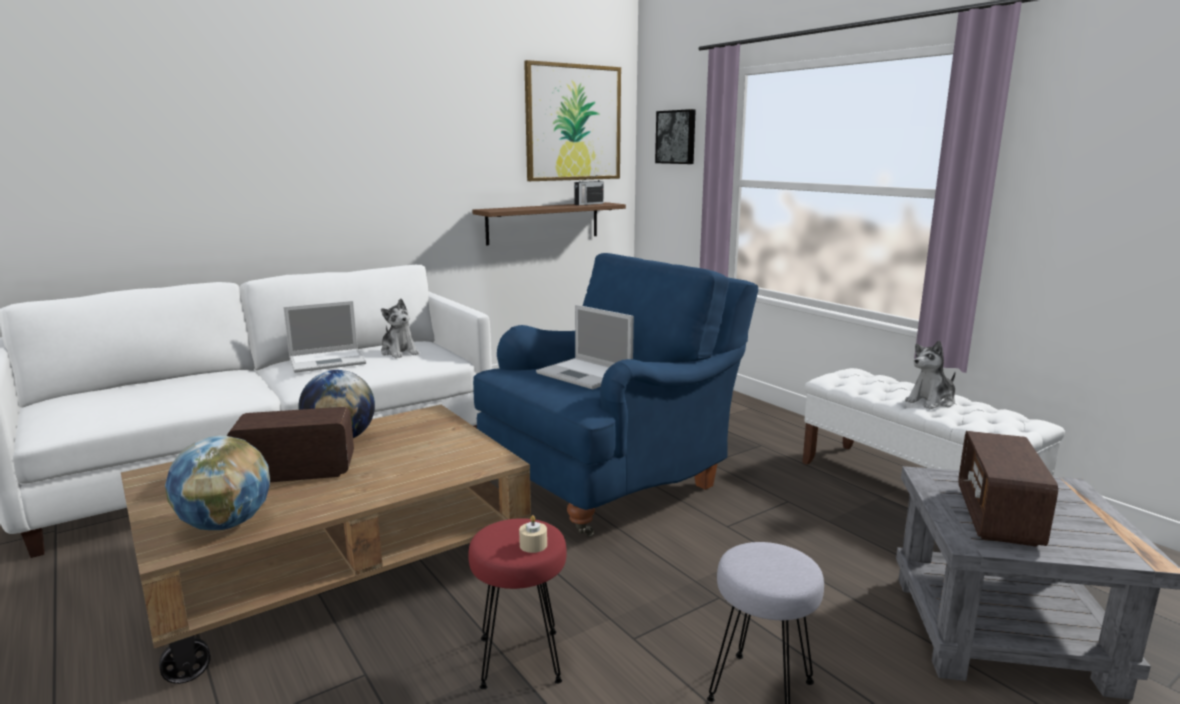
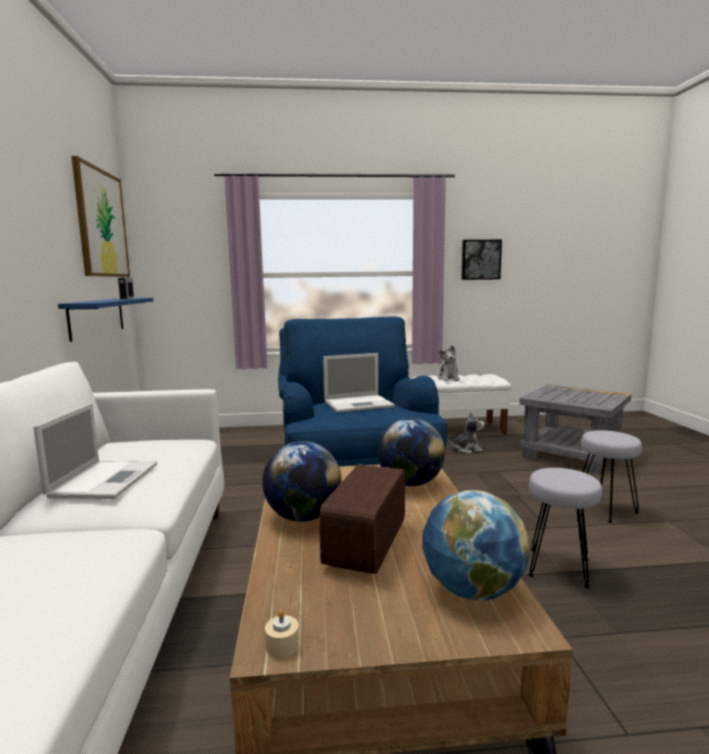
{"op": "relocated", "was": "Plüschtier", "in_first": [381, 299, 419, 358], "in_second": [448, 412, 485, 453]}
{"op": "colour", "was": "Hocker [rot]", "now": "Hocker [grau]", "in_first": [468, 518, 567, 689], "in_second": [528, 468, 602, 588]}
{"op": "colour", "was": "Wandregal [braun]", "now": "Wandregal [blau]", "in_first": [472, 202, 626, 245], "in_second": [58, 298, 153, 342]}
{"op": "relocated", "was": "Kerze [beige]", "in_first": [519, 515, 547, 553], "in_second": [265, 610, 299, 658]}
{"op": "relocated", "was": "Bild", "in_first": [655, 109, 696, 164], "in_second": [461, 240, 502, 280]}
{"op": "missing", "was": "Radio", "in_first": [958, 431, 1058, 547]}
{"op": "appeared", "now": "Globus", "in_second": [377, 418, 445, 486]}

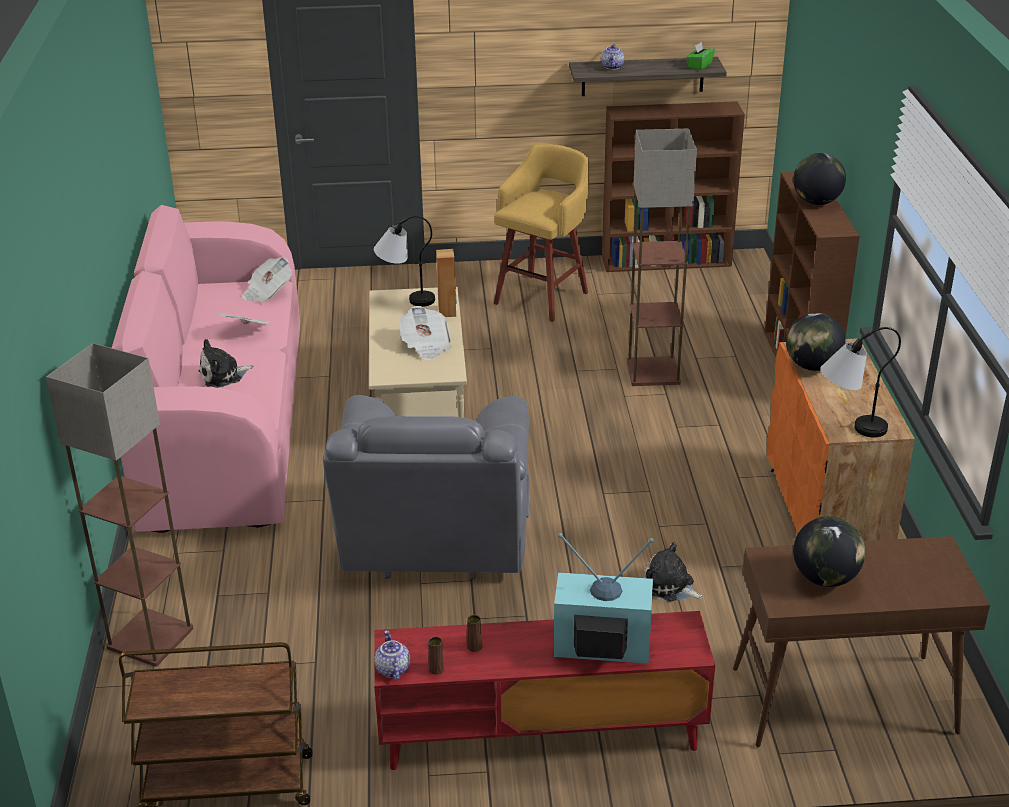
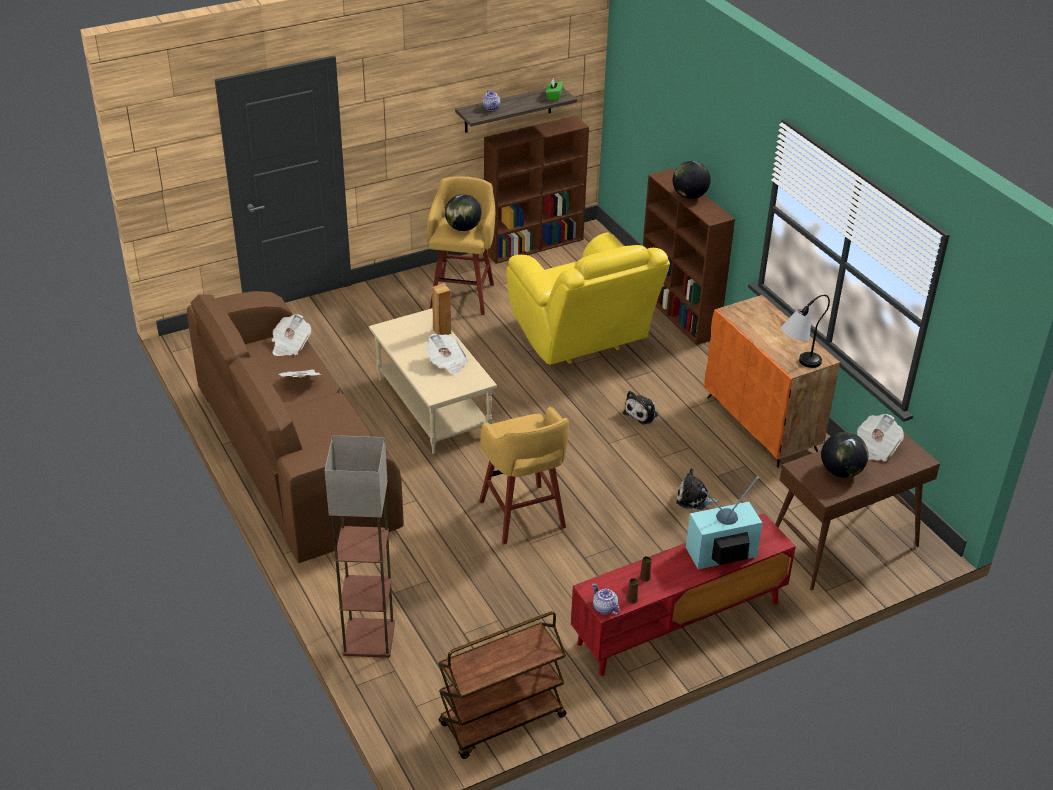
{"op": "colour", "was": "Sofa [rosa]", "now": "Sofa [braun]", "in_first": [112, 205, 300, 533], "in_second": [187, 291, 404, 563]}
{"op": "relocated", "was": "Plüschtier", "in_first": [199, 339, 254, 388], "in_second": [623, 391, 658, 424]}
{"op": "exchanged", "was": "Sessel [grau]", "now": "Hocker [gelb]", "in_first": [323, 395, 530, 580], "in_second": [479, 407, 569, 545]}
{"op": "missing", "was": "Tischlampe", "in_first": [374, 216, 435, 307]}
{"op": "exchanged", "was": "Stehlampe", "now": "Sessel [gelb]", "in_first": [627, 129, 697, 386], "in_second": [506, 233, 670, 365]}
{"op": "relocated", "was": "Globus", "in_first": [786, 313, 846, 371], "in_second": [445, 194, 482, 231]}
{"op": "appeared", "now": "Zeitung", "in_second": [857, 414, 904, 461]}

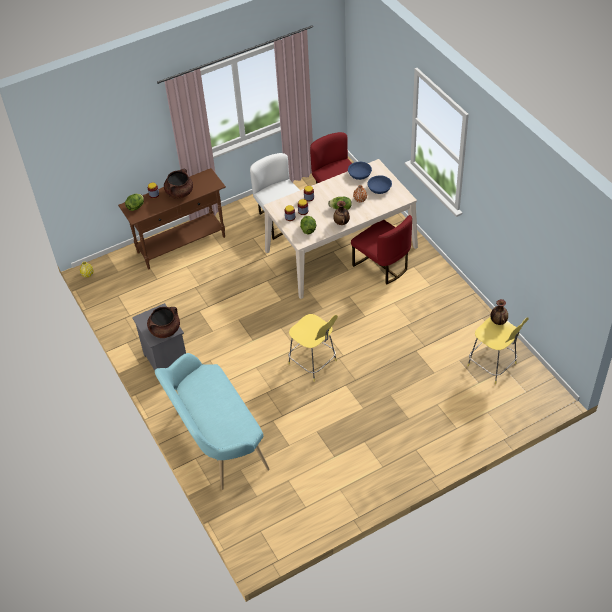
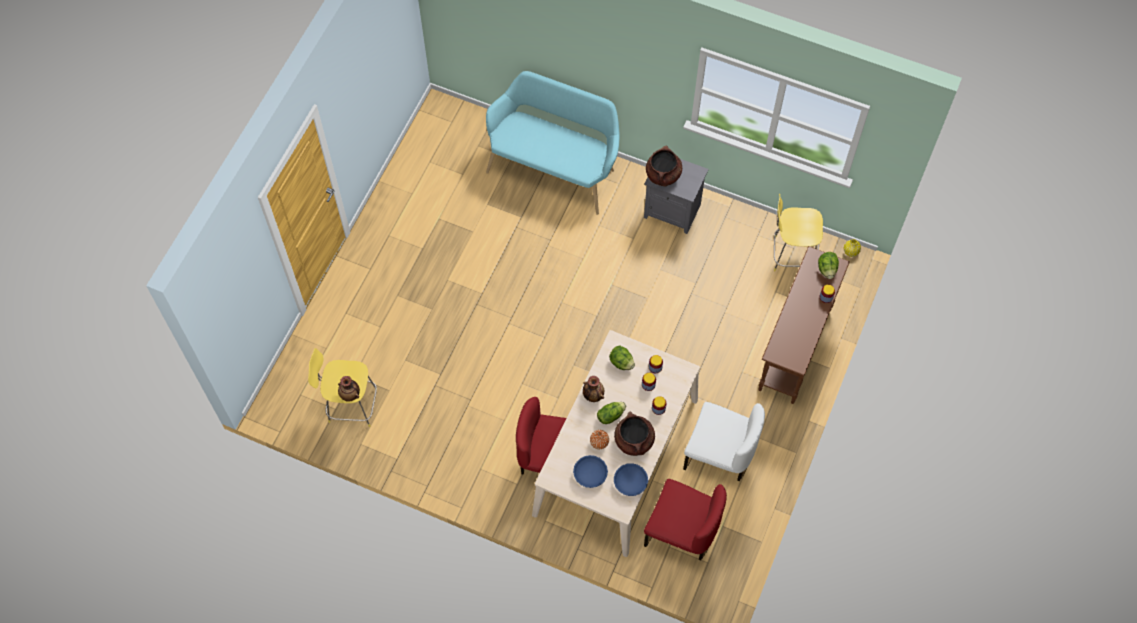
{"op": "relocated", "was": "Kochtopf [braun]", "in_first": [164, 169, 193, 199], "in_second": [614, 412, 655, 456]}
{"op": "relocated", "was": "Hocker [gelb]", "in_first": [288, 314, 338, 382], "in_second": [774, 194, 823, 271]}

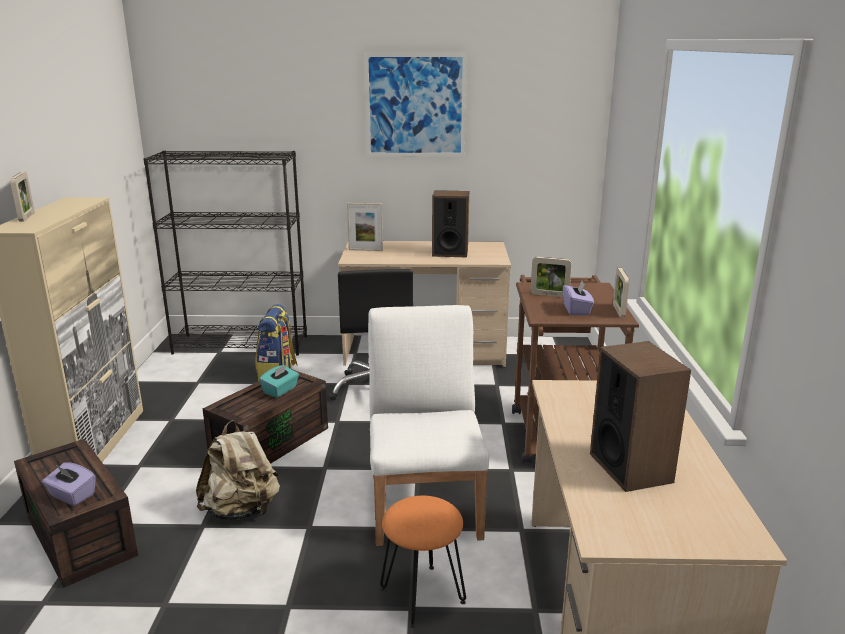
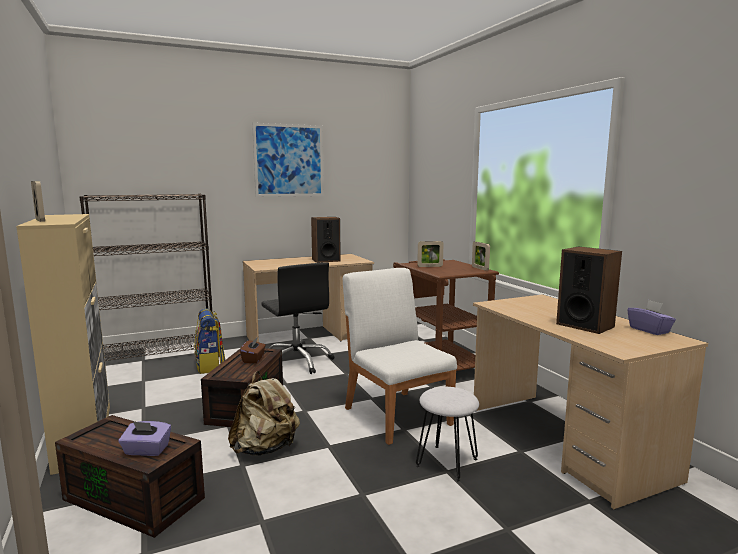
{"op": "colour", "was": "Taschentuchbox [türkis]", "now": "Taschentuchbox [braun]", "in_first": [259, 364, 299, 398], "in_second": [240, 337, 266, 363]}
{"op": "missing", "was": "Bilderrahmen", "in_first": [347, 203, 383, 251]}
{"op": "colour", "was": "Hocker [orange]", "now": "Hocker [weiß]", "in_first": [380, 496, 466, 628], "in_second": [416, 387, 479, 481]}
{"op": "relocated", "was": "Taschentuchbox [lila]", "in_first": [563, 281, 594, 316], "in_second": [628, 300, 676, 335]}

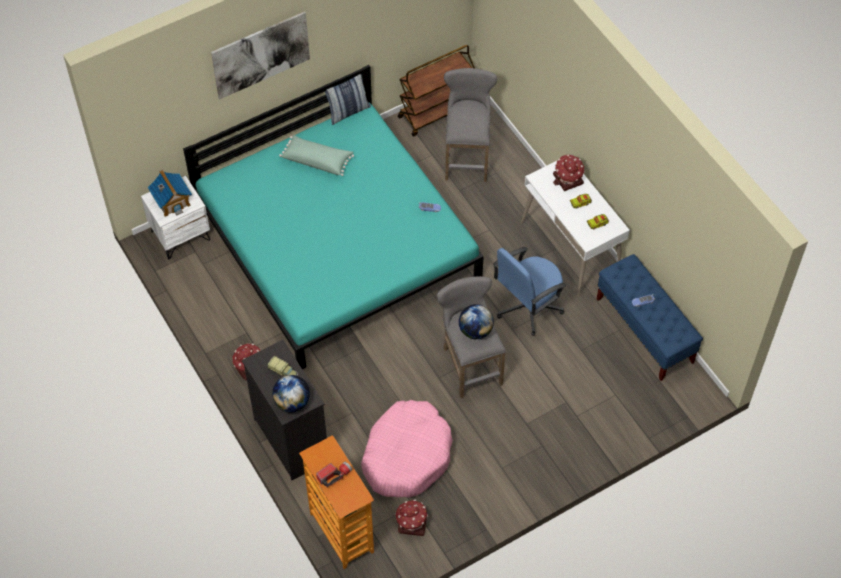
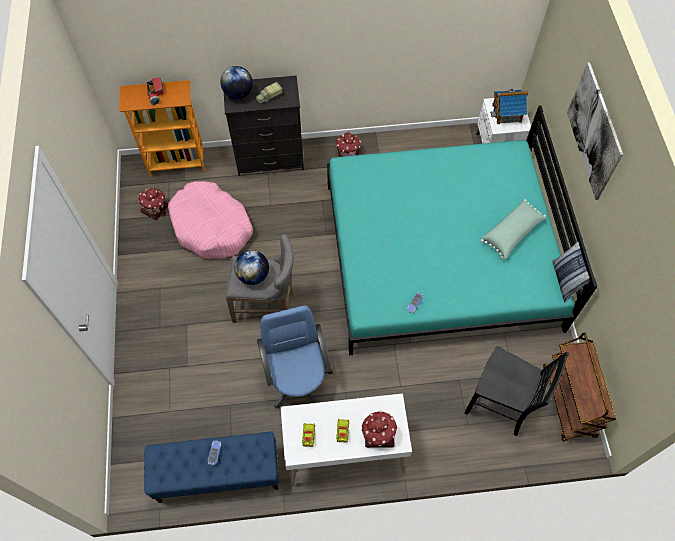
{"op": "exchanged", "was": "Hocker [grau]", "now": "Stuhl [schwarz]", "in_first": [444, 68, 497, 182], "in_second": [464, 346, 569, 436]}

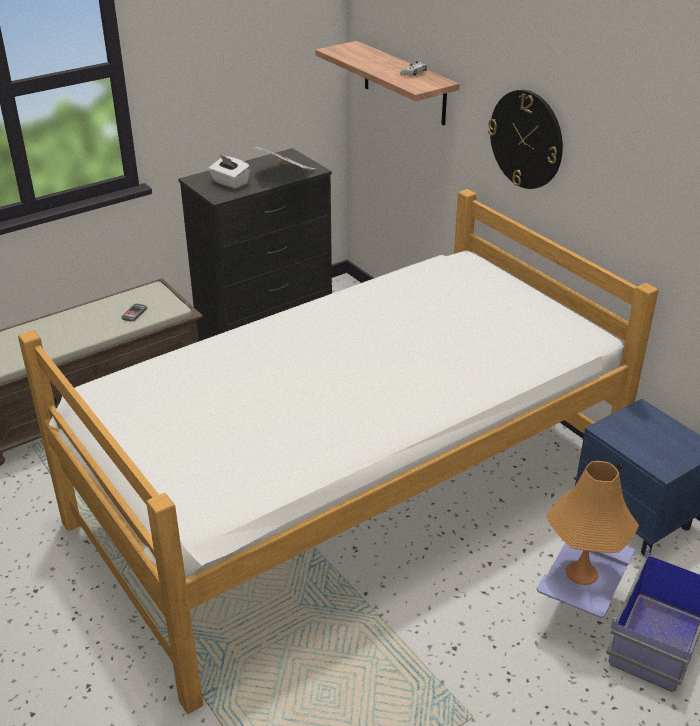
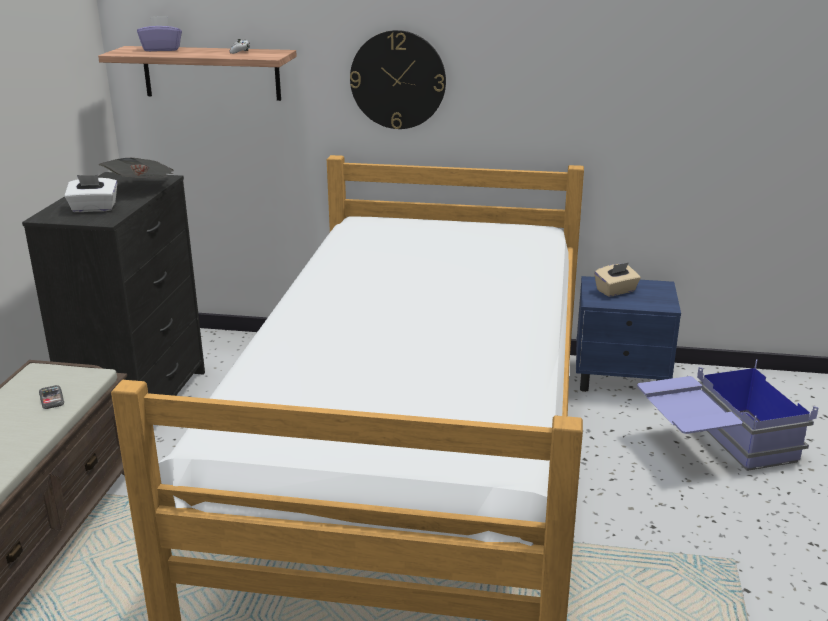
{"op": "missing", "was": "Tischlampe [orange]", "in_first": [546, 461, 639, 585]}
{"op": "appeared", "now": "Taschentuchbox [lila]", "in_second": [137, 16, 182, 51]}
{"op": "appeared", "now": "Taschentuchbox [beige]", "in_second": [594, 263, 641, 297]}

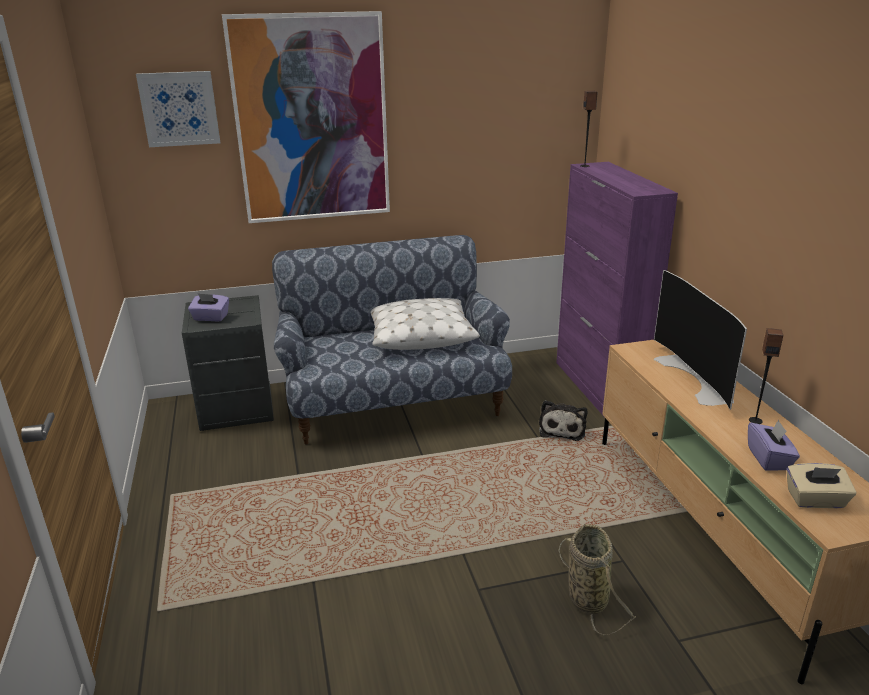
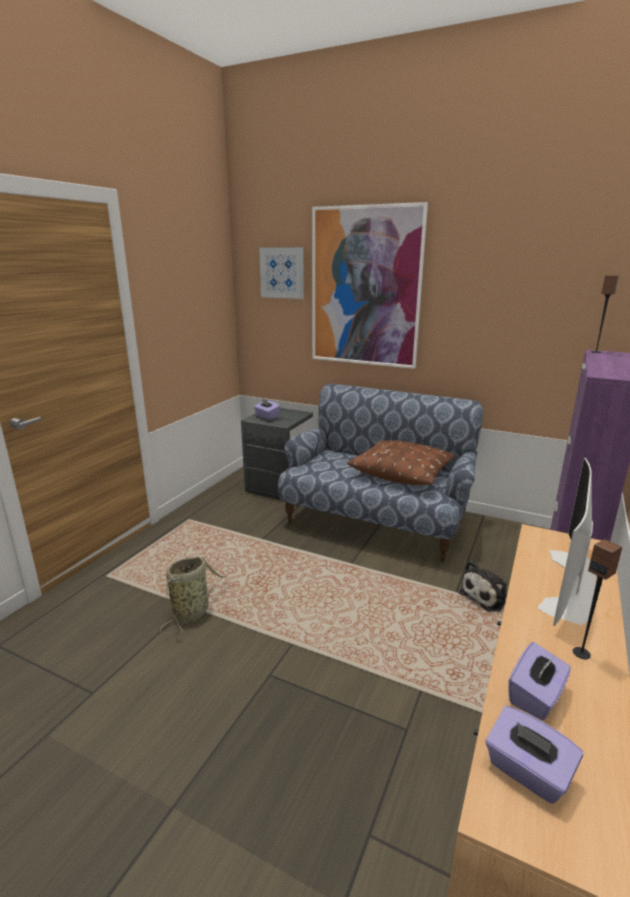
{"op": "colour", "was": "Kissen [weiß]", "now": "Kissen [braun]", "in_first": [371, 298, 480, 350], "in_second": [347, 440, 455, 485]}
{"op": "relocated", "was": "Korb", "in_first": [558, 524, 636, 636], "in_second": [160, 557, 227, 633]}
{"op": "colour", "was": "Taschentuchbox [beige]", "now": "Taschentuchbox [lila]", "in_first": [787, 463, 856, 508], "in_second": [486, 706, 583, 804]}

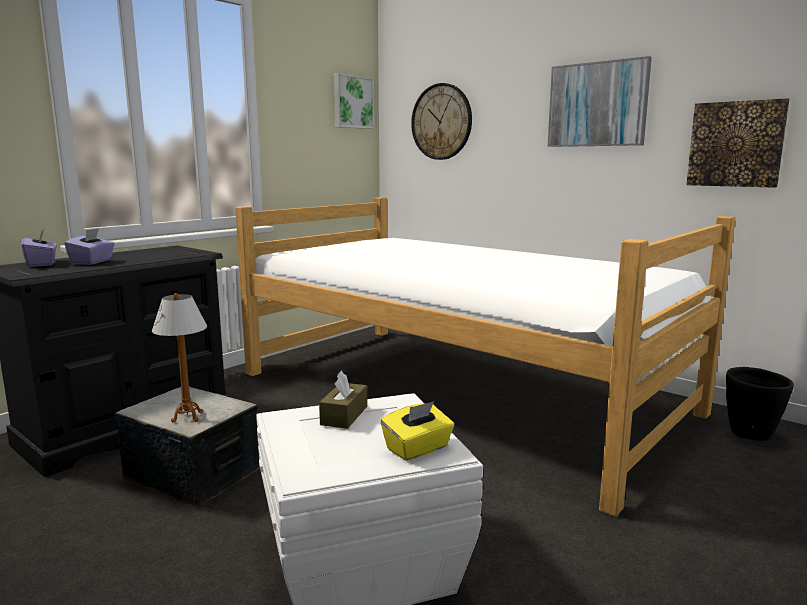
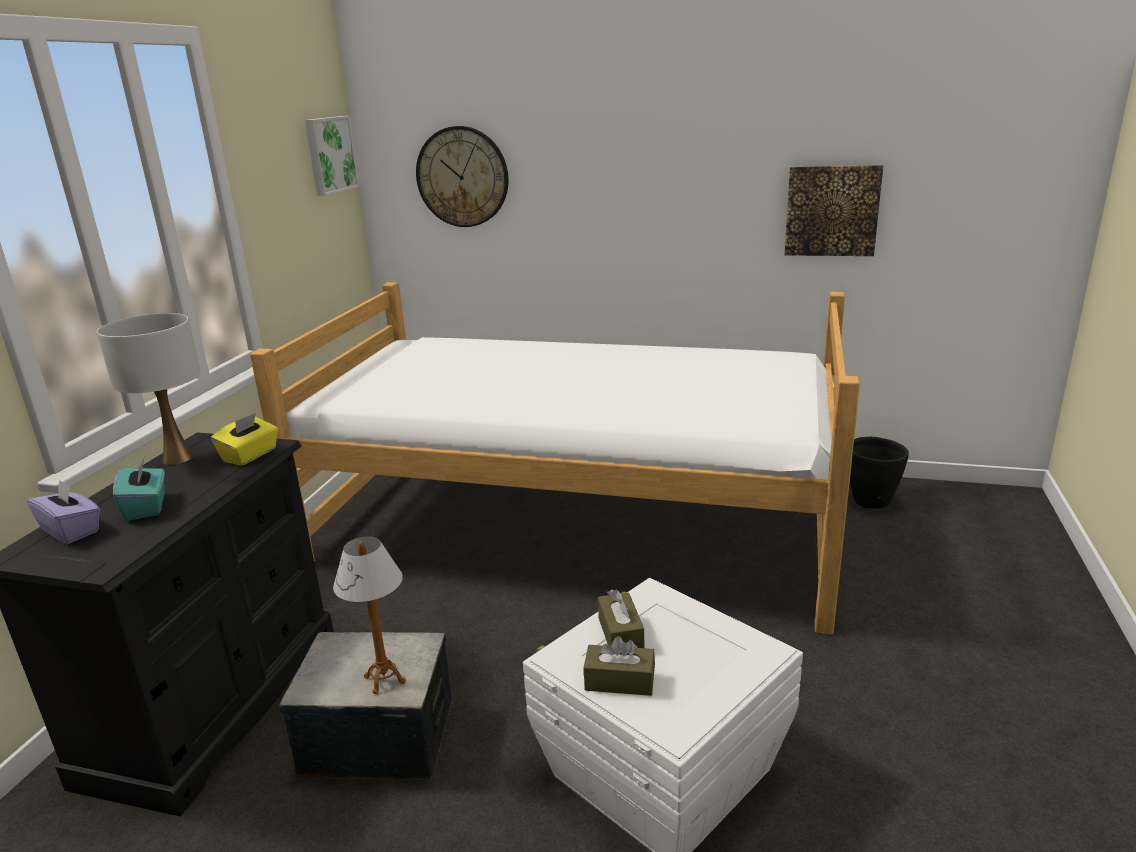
{"op": "colour", "was": "Taschentuchbox [lila]", "now": "Taschentuchbox [türkis]", "in_first": [64, 228, 115, 265], "in_second": [113, 459, 165, 521]}
{"op": "relocated", "was": "Taschentuchbox [gelb]", "in_first": [380, 401, 455, 461], "in_second": [211, 413, 278, 466]}
{"op": "missing", "was": "Bild", "in_first": [548, 56, 652, 147]}
{"op": "appeared", "now": "Tischlampe [weiß]", "in_second": [97, 313, 201, 465]}
{"op": "appeared", "now": "Taschentuchbox [braun]", "in_second": [584, 636, 655, 696]}

